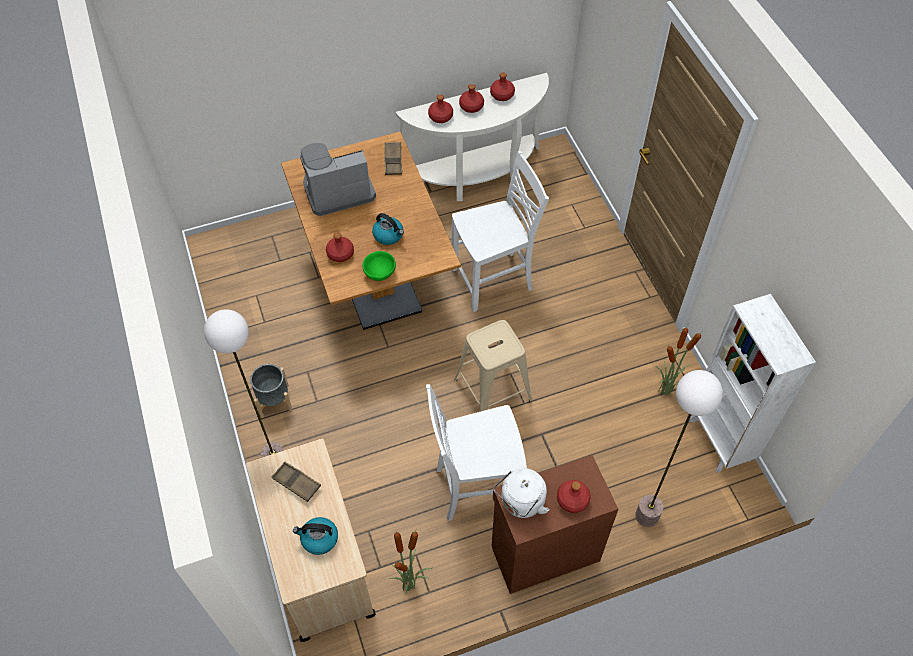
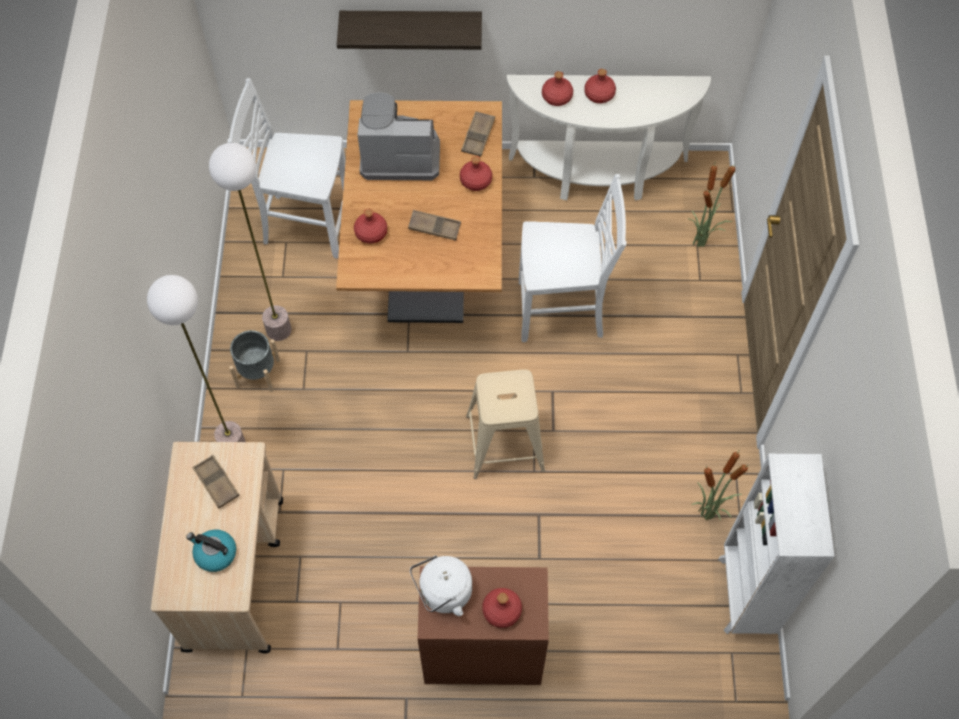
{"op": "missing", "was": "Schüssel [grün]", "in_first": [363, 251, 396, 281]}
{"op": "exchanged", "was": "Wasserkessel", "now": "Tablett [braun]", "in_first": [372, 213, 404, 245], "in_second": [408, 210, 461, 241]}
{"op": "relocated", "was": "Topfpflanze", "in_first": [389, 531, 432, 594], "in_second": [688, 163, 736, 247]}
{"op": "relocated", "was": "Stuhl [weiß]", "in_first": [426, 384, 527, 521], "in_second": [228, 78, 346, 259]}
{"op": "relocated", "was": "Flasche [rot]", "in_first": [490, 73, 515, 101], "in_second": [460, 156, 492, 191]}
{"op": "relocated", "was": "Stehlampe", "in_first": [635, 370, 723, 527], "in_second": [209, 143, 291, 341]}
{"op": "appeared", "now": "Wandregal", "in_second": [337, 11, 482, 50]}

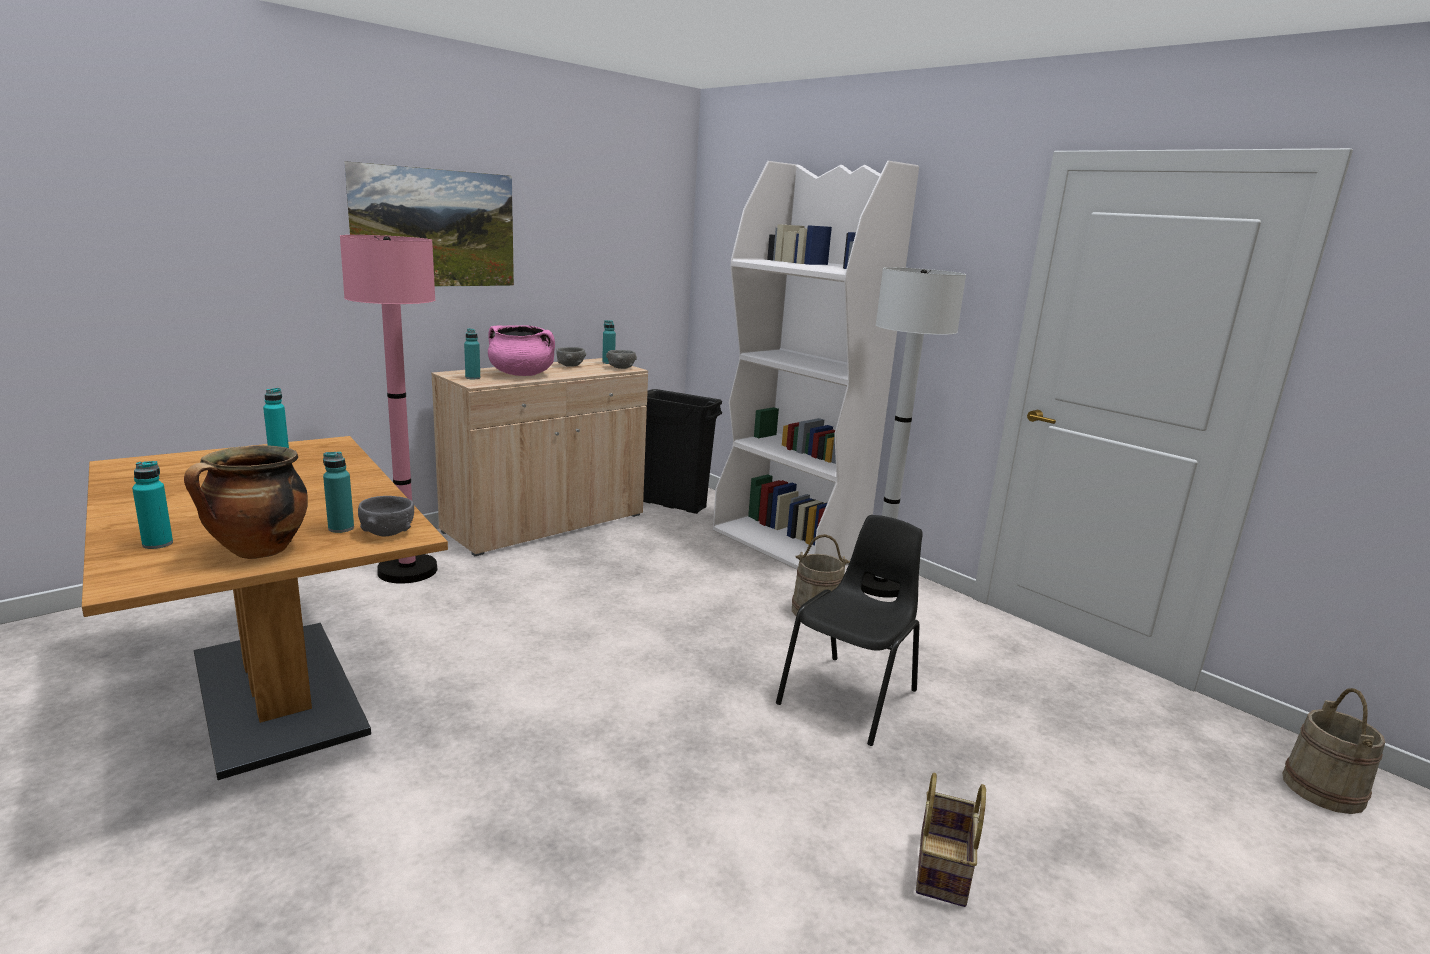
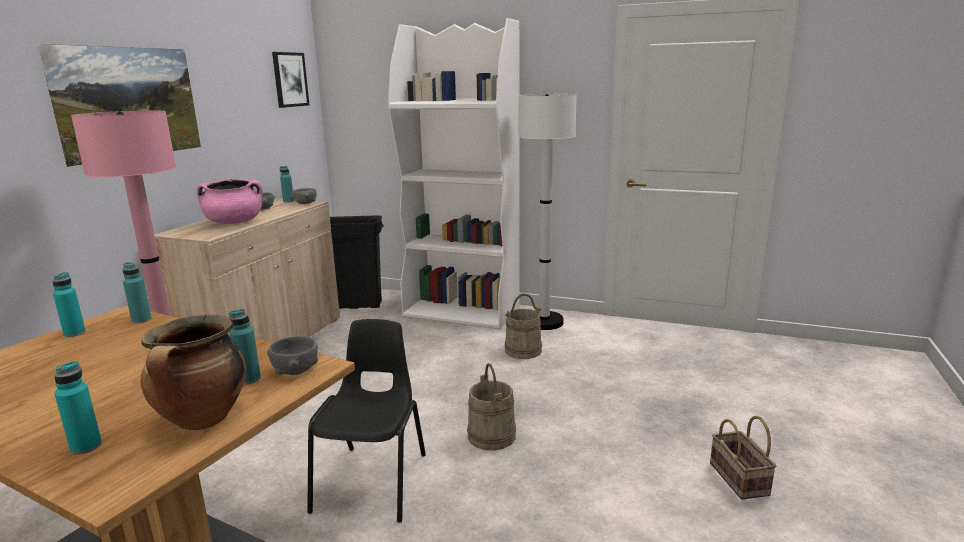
{"op": "relocated", "was": "Flasche [türkis]", "in_first": [464, 328, 480, 379], "in_second": [122, 262, 152, 323]}
{"op": "relocated", "was": "Stuhl [schwarz]", "in_first": [776, 515, 923, 746], "in_second": [307, 319, 426, 523]}
{"op": "relocated", "was": "Eimer [beige]", "in_first": [1283, 688, 1385, 814], "in_second": [467, 363, 516, 450]}
{"op": "appeared", "now": "Bild", "in_second": [272, 52, 309, 108]}

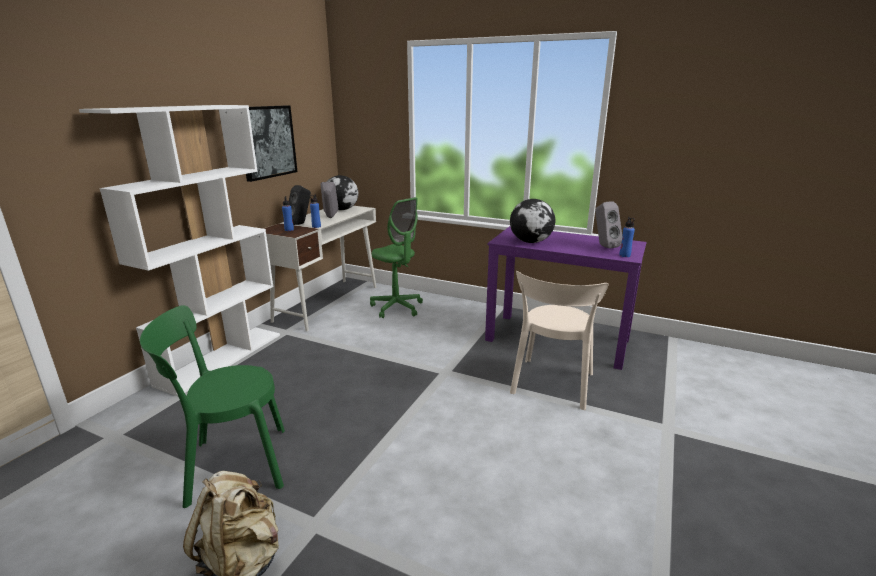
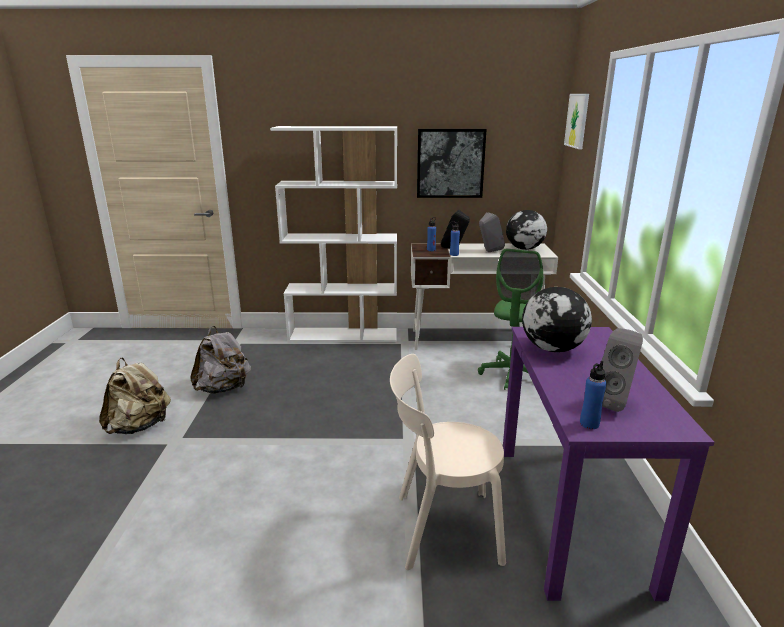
{"op": "exchanged", "was": "Stuhl [grün]", "now": "Rucksack [grau]", "in_first": [140, 305, 285, 508], "in_second": [190, 326, 251, 394]}
{"op": "appeared", "now": "Bild", "in_second": [564, 94, 589, 149]}

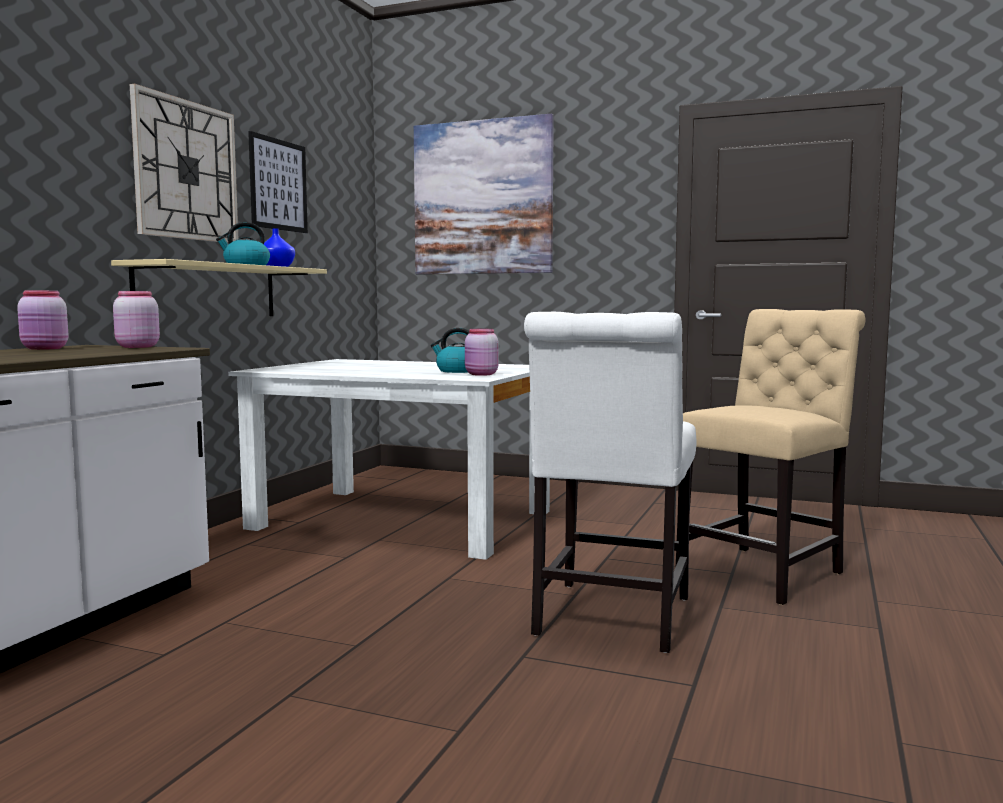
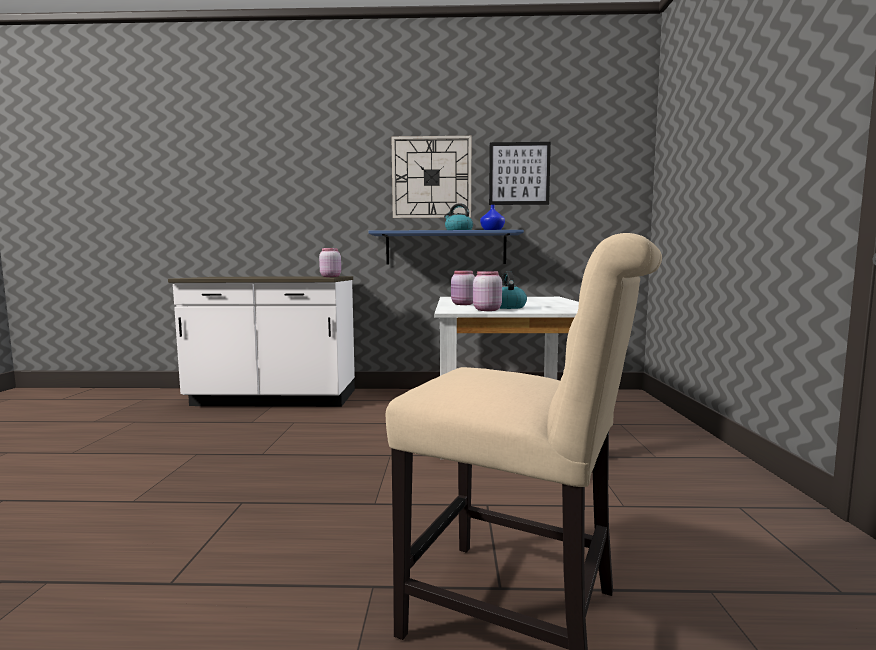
{"op": "relocated", "was": "Vorratsglas [rosa]", "in_first": [17, 291, 68, 350], "in_second": [451, 271, 475, 305]}
{"op": "colour", "was": "Wandregal [beige]", "now": "Wandregal [blau]", "in_first": [111, 259, 327, 316], "in_second": [368, 230, 524, 264]}
{"op": "missing", "was": "Bild", "in_first": [414, 114, 554, 274]}
{"op": "missing", "was": "Stuhl [weiß]", "in_first": [524, 312, 697, 653]}

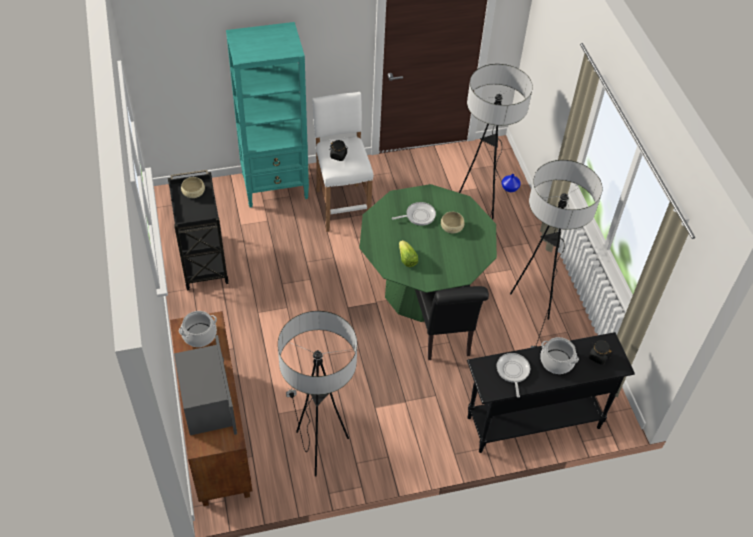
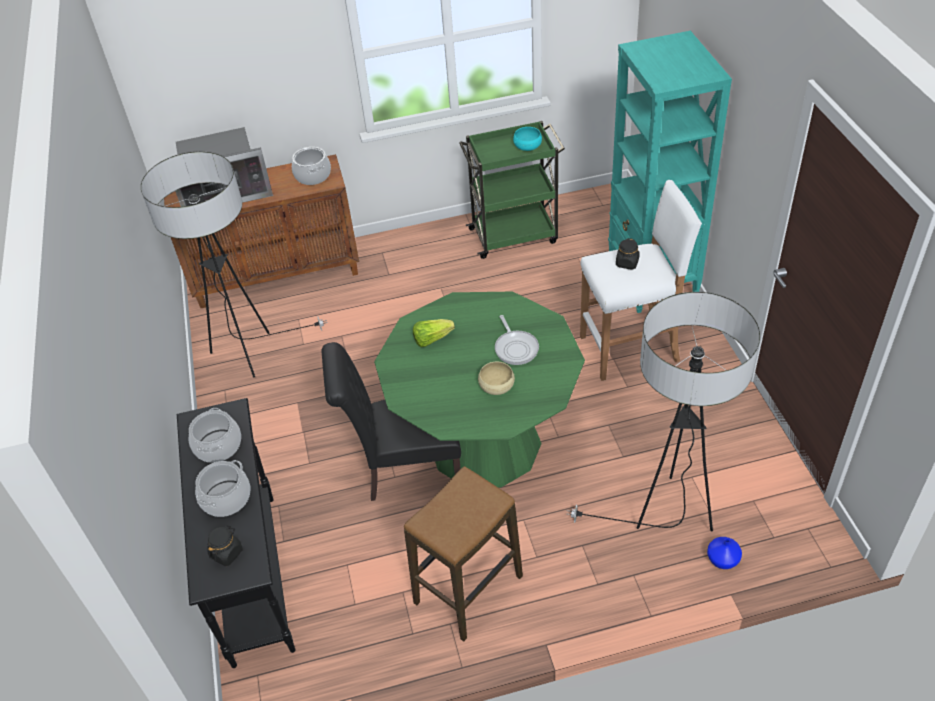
{"op": "colour", "was": "Rollwagen [schwarz]", "now": "Rollwagen [grün]", "in_first": [168, 170, 229, 291], "in_second": [459, 121, 565, 259]}
{"op": "colour", "was": "Schüssel [beige]", "now": "Schüssel [türkis]", "in_first": [181, 177, 205, 198], "in_second": [513, 127, 542, 151]}
{"op": "exchanged", "was": "Pfanne", "now": "Kochtopf", "in_first": [497, 353, 530, 397], "in_second": [189, 408, 241, 463]}
{"op": "exchanged", "was": "Stehlampe", "now": "Hocker", "in_first": [510, 160, 602, 348], "in_second": [404, 466, 523, 642]}

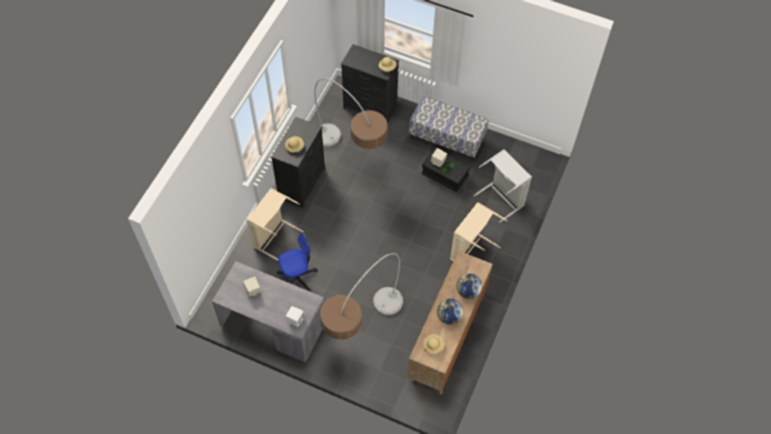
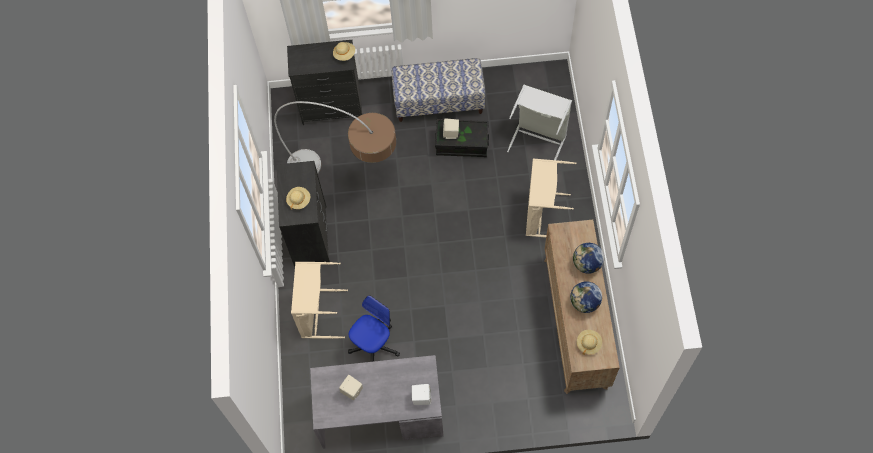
{"op": "missing", "was": "Stehlampe", "in_first": [320, 253, 403, 340]}

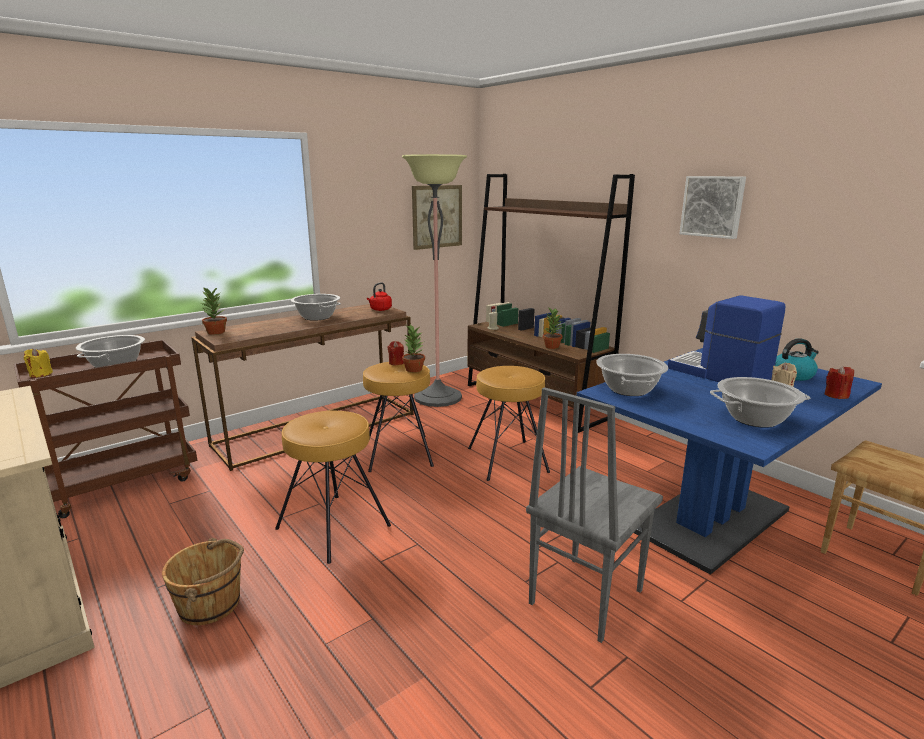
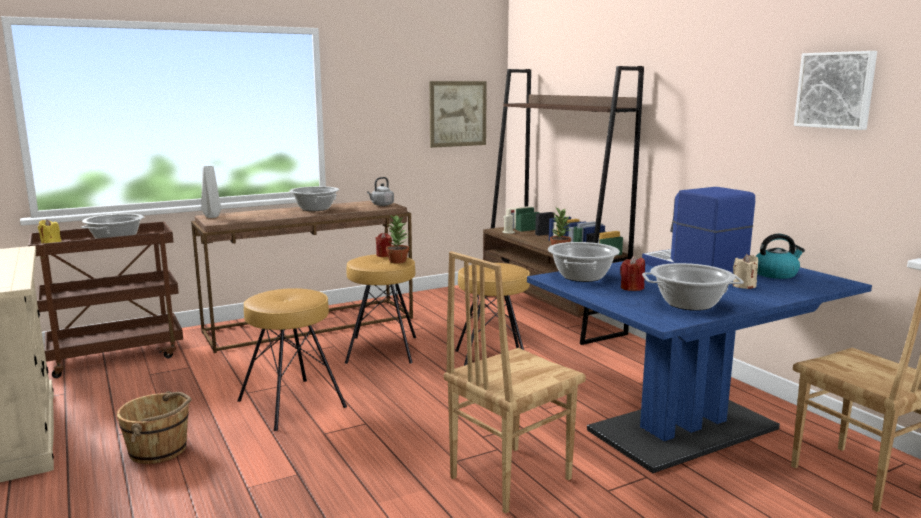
{"op": "exchanged", "was": "Topfpflanze", "now": "Vase [grau]", "in_first": [201, 288, 227, 335], "in_second": [201, 166, 221, 218]}
{"op": "colour", "was": "Wasserkessel [rot]", "now": "Wasserkessel [grau]", "in_first": [367, 282, 392, 311], "in_second": [367, 177, 394, 206]}
{"op": "missing", "was": "Stehlampe", "in_first": [402, 154, 467, 407]}
{"op": "colour", "was": "Stuhl [grau]", "now": "Stuhl [braun]", "in_first": [526, 387, 663, 643], "in_second": [444, 251, 586, 514]}
{"op": "relocated", "was": "Bild", "in_first": [679, 176, 746, 239], "in_second": [794, 51, 877, 130]}
{"op": "relocated", "was": "Kerze [rot]", "in_first": [825, 366, 854, 399], "in_second": [620, 256, 645, 291]}

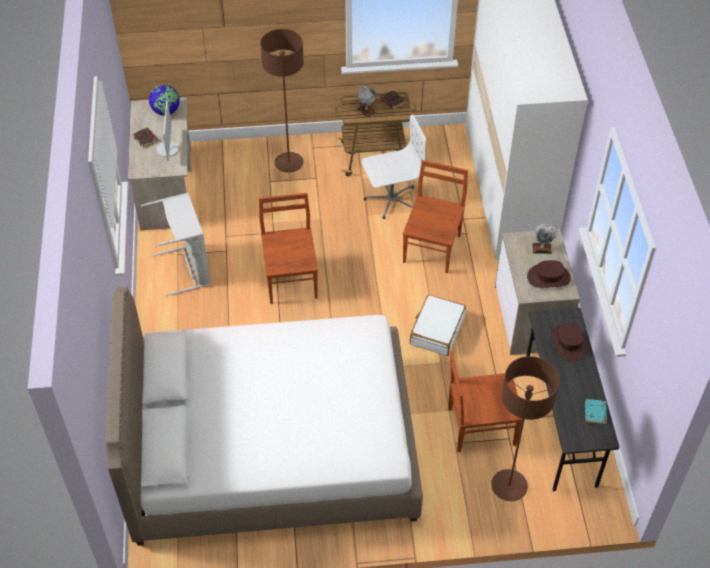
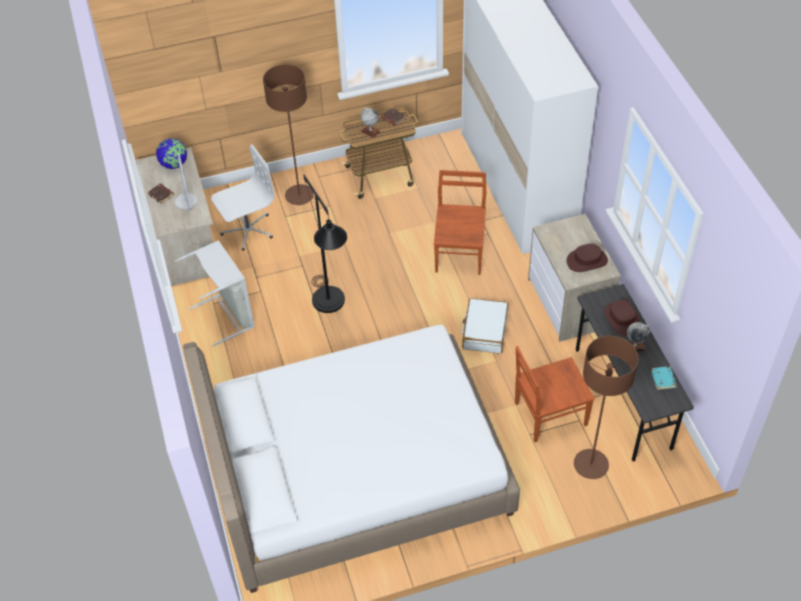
{"op": "exchanged", "was": "Stuhl [braun]", "now": "Stehlampe [schwarz]", "in_first": [259, 193, 318, 304], "in_second": [303, 174, 347, 313]}
{"op": "relocated", "was": "Bürostuhl [weiß]", "in_first": [362, 115, 426, 219], "in_second": [211, 144, 274, 251]}
{"op": "relocated", "was": "Globus", "in_first": [532, 224, 557, 254], "in_second": [627, 322, 650, 352]}

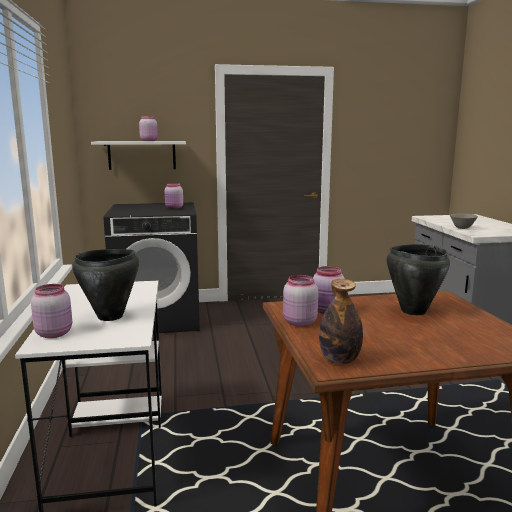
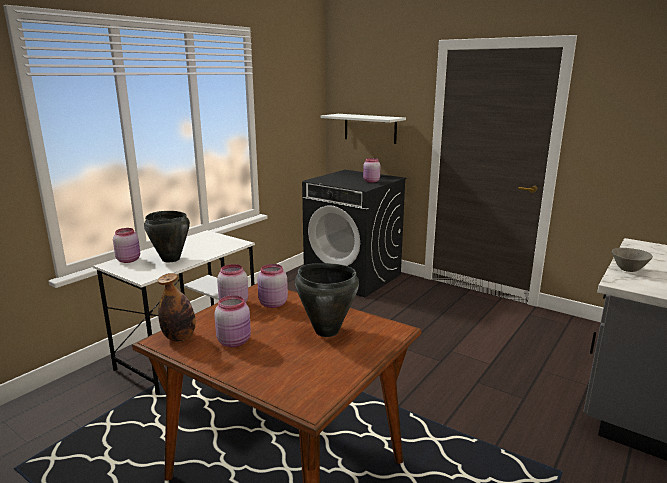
{"op": "relocated", "was": "Vorratsglas [rosa]", "in_first": [139, 116, 158, 141], "in_second": [214, 295, 251, 347]}

